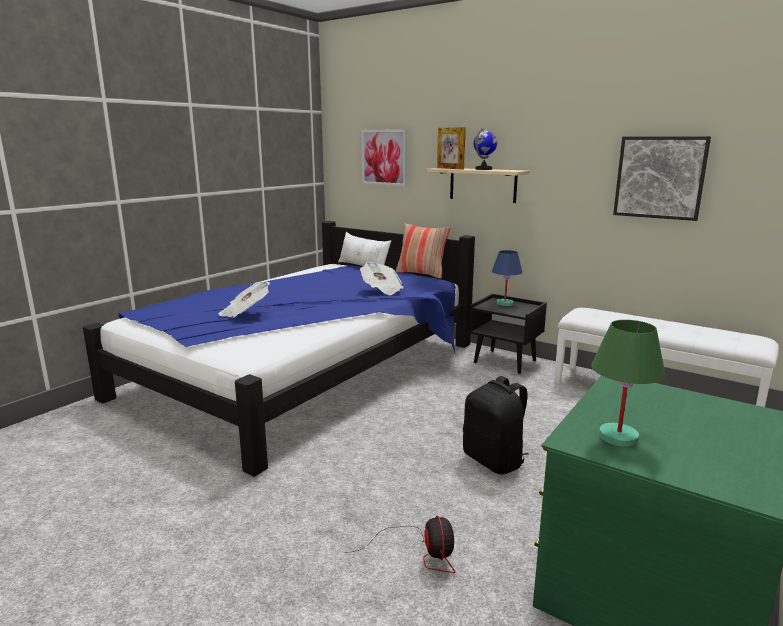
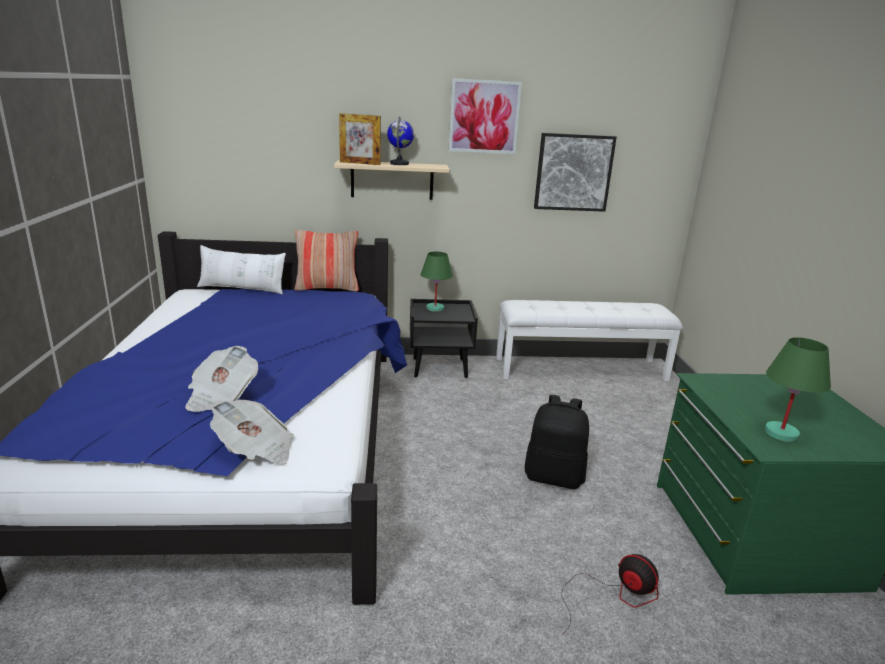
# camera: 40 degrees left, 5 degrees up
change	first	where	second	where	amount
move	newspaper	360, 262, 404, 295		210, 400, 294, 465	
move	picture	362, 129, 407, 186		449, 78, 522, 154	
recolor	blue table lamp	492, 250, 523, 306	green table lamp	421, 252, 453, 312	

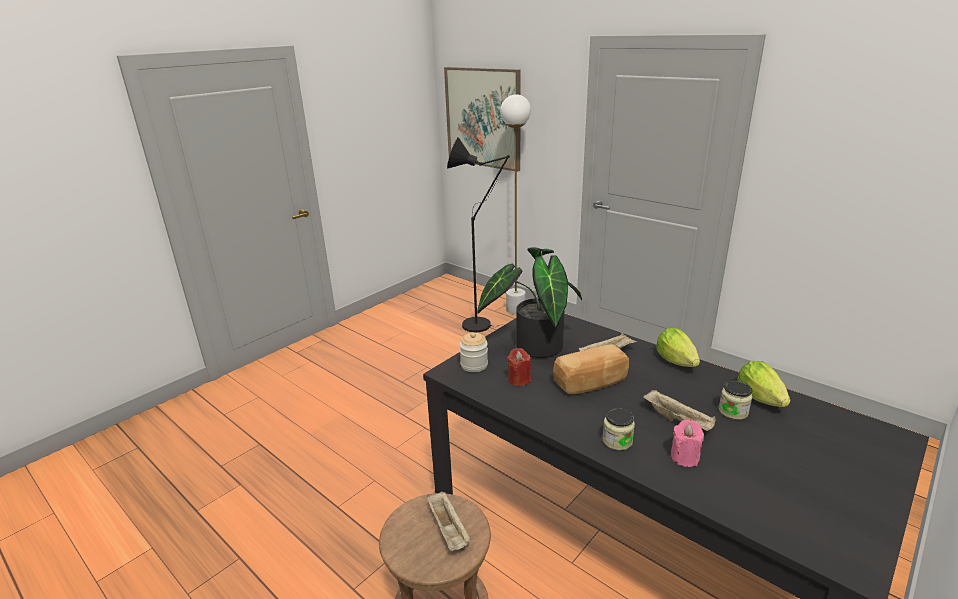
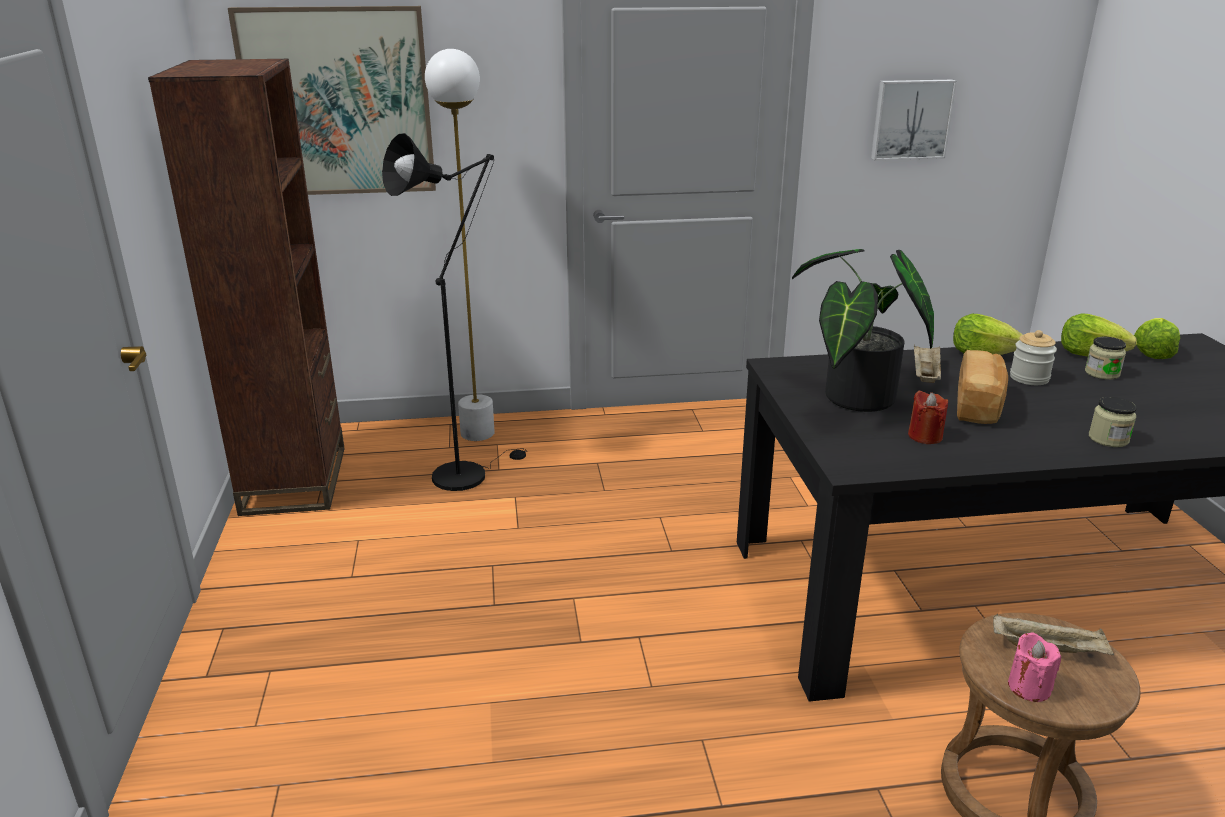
# camera: 50 degrees left, 0 degrees up
change	first	where	second	where	amount
delete	beige tray	643, 390, 716, 431			
insert			brown bookcase	148, 59, 345, 516	
insert			picture	871, 80, 957, 160	
insert			lettuce	1134, 318, 1180, 359	
move	jar	459, 332, 488, 372		1010, 330, 1057, 385	
move	pink candle	671, 419, 704, 467		1008, 632, 1061, 702	

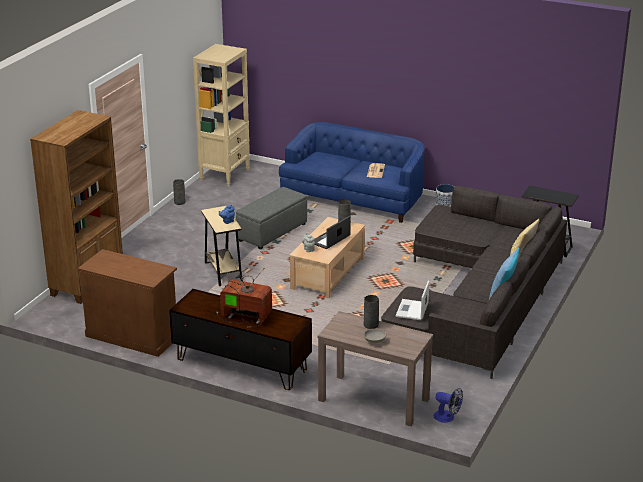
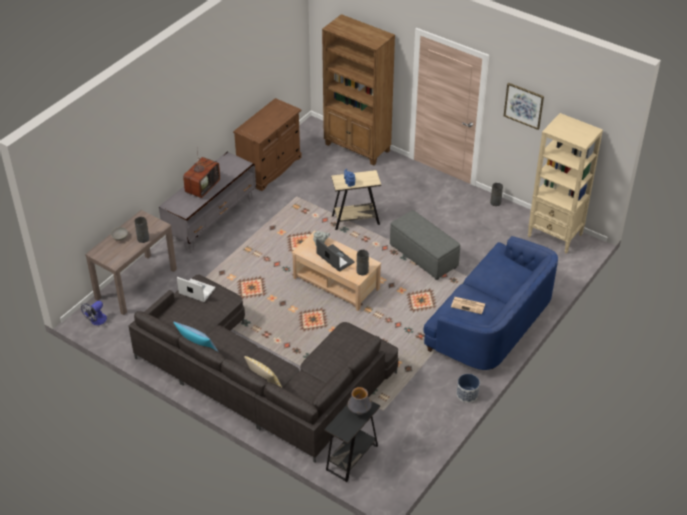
# camera: 100 degrees right, 15 degrees up
change	first	where	second	where	amount
insert			vase	348, 387, 372, 415	
insert			picture	504, 83, 544, 130	
recolor	brown tv stand	169, 289, 312, 390	grey tv stand	159, 152, 256, 253	

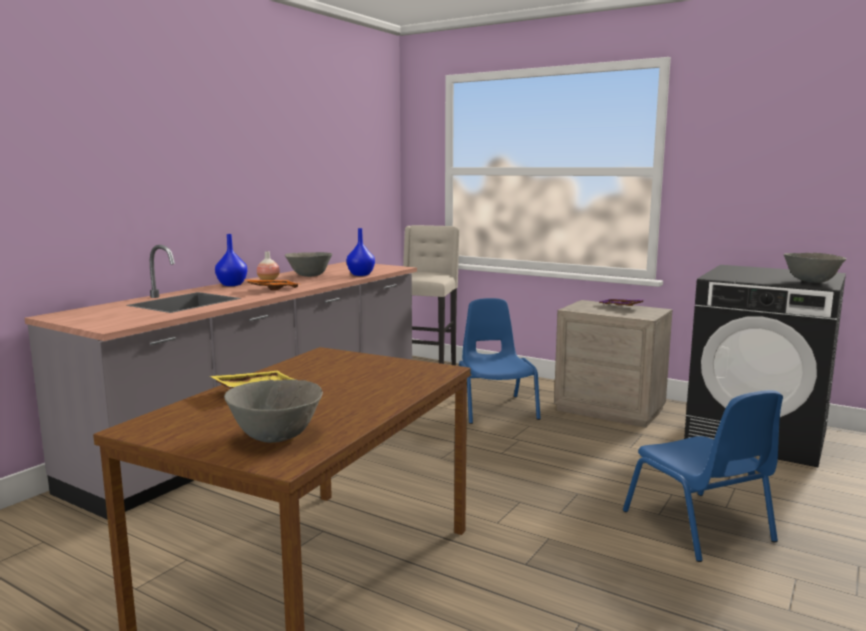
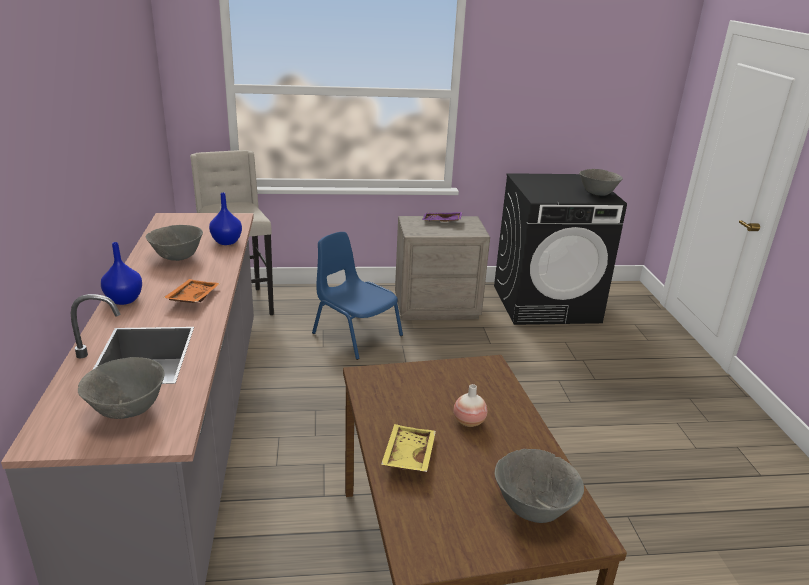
# camera: 40 degrees left, 15 degrees up
change	first	where	second	where	amount
delete	blue chair	623, 390, 783, 562			
insert			grey bowl	78, 357, 165, 419	
move	vase	257, 251, 280, 280		453, 384, 487, 427	

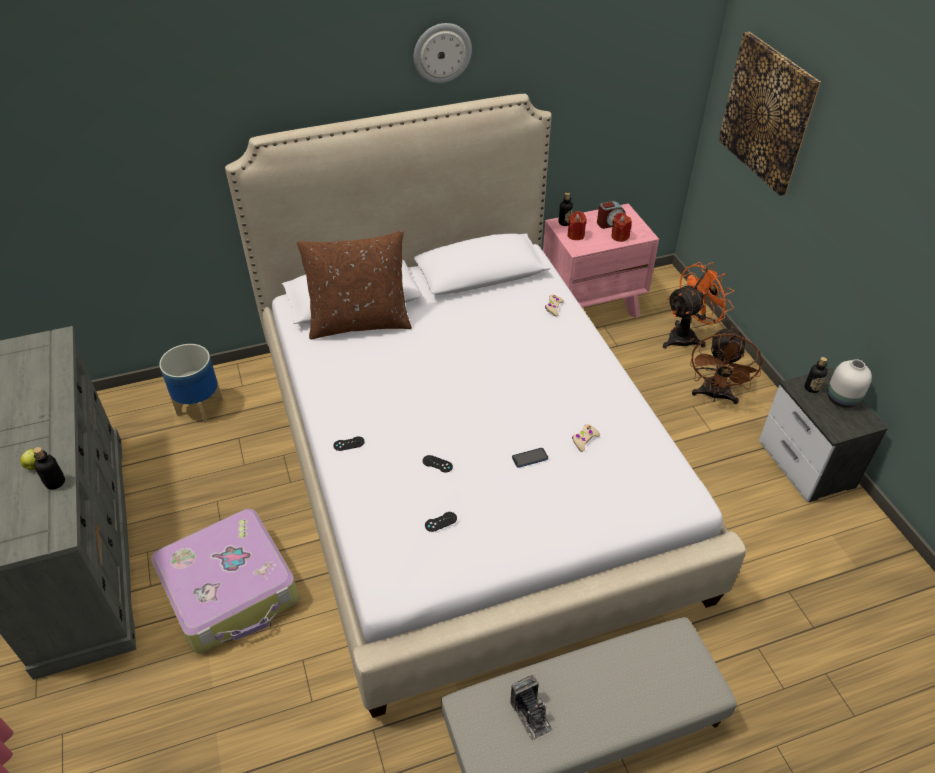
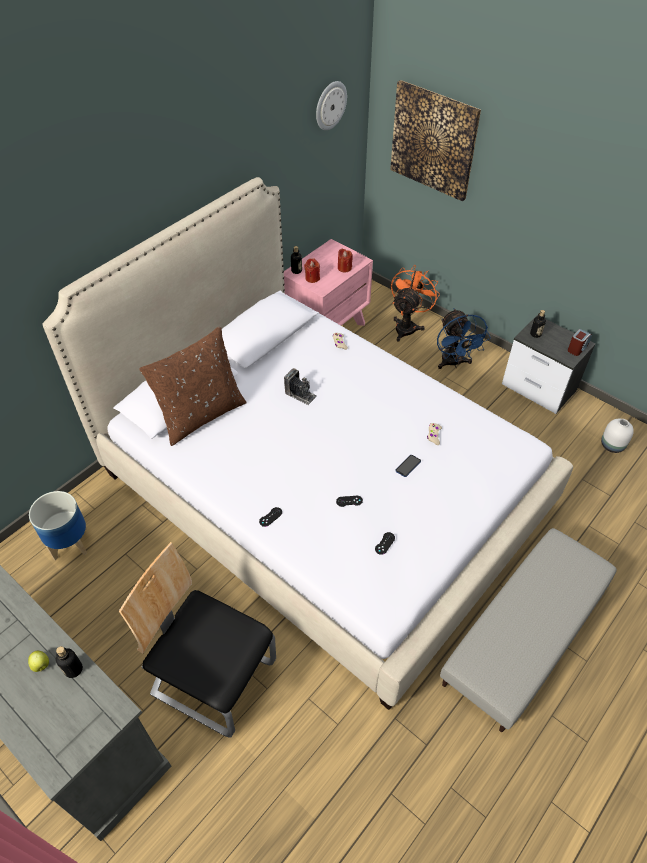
# camera: 30 degrees left, 5 degrees up
change	first	where	second	where	amount
move	wall clock	414, 23, 472, 83		316, 81, 347, 130	
move	photo camera	510, 675, 552, 741		284, 368, 317, 405	
move	alarm clock	597, 201, 626, 229		568, 329, 592, 356	
move	white vase	827, 359, 872, 408		601, 419, 634, 453	
replace	suitcase	151, 509, 299, 653	chair	119, 542, 276, 738	
recolor	brown fan	690, 326, 762, 404	blue fan	437, 308, 491, 369	

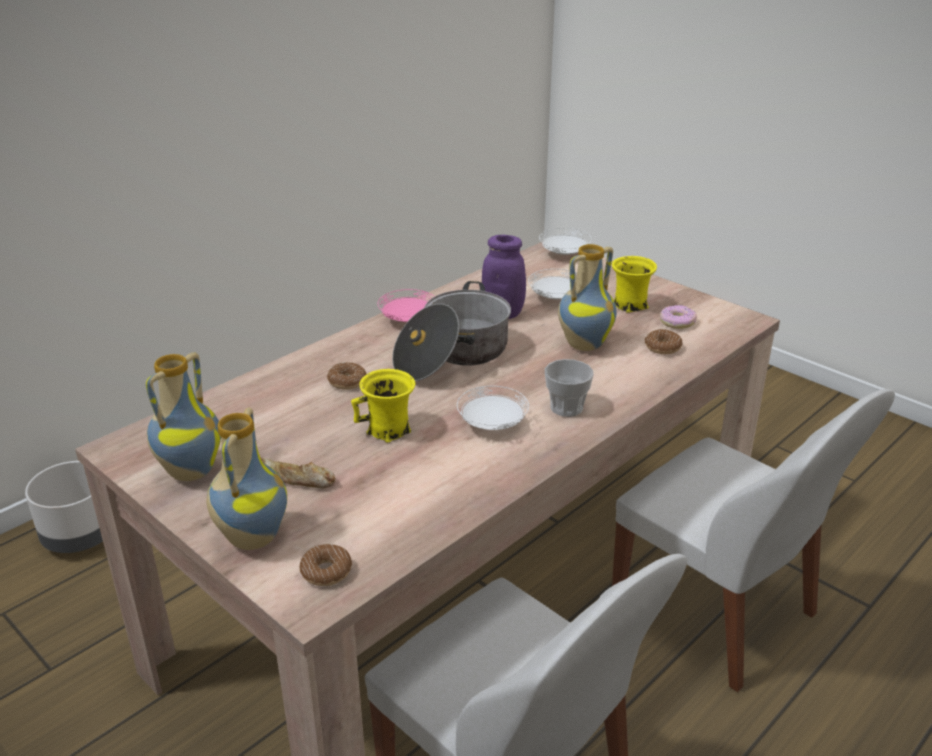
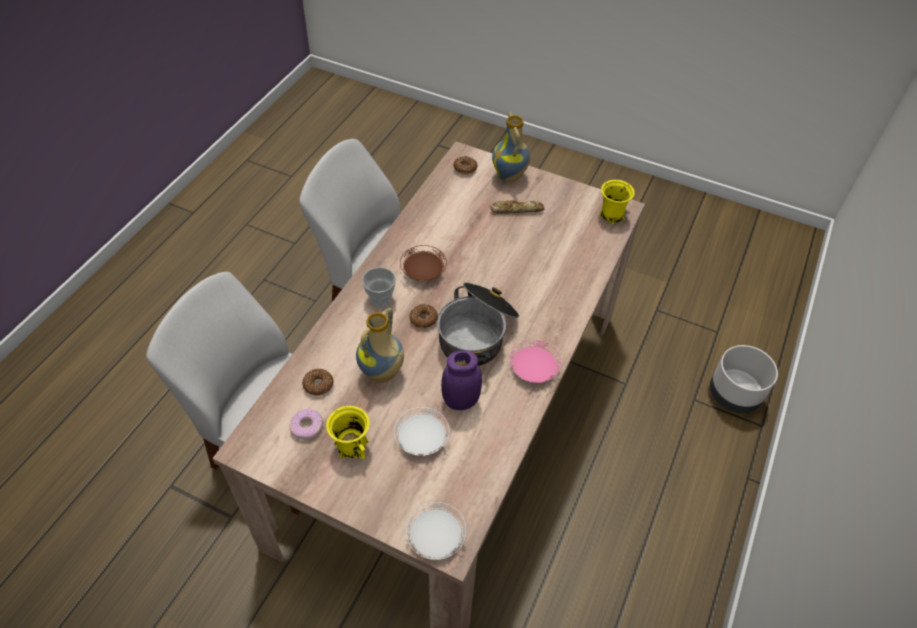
# camera: 160 degrees right, 20 degrees up
change	first	where	second	where	amount
delete	vase	146, 352, 221, 481			
move	donut	327, 362, 367, 390		409, 304, 438, 329	
move	yellow mug	351, 369, 415, 442		599, 180, 635, 224	
recolor	white plate	457, 386, 529, 430	brown plate	400, 245, 447, 281	

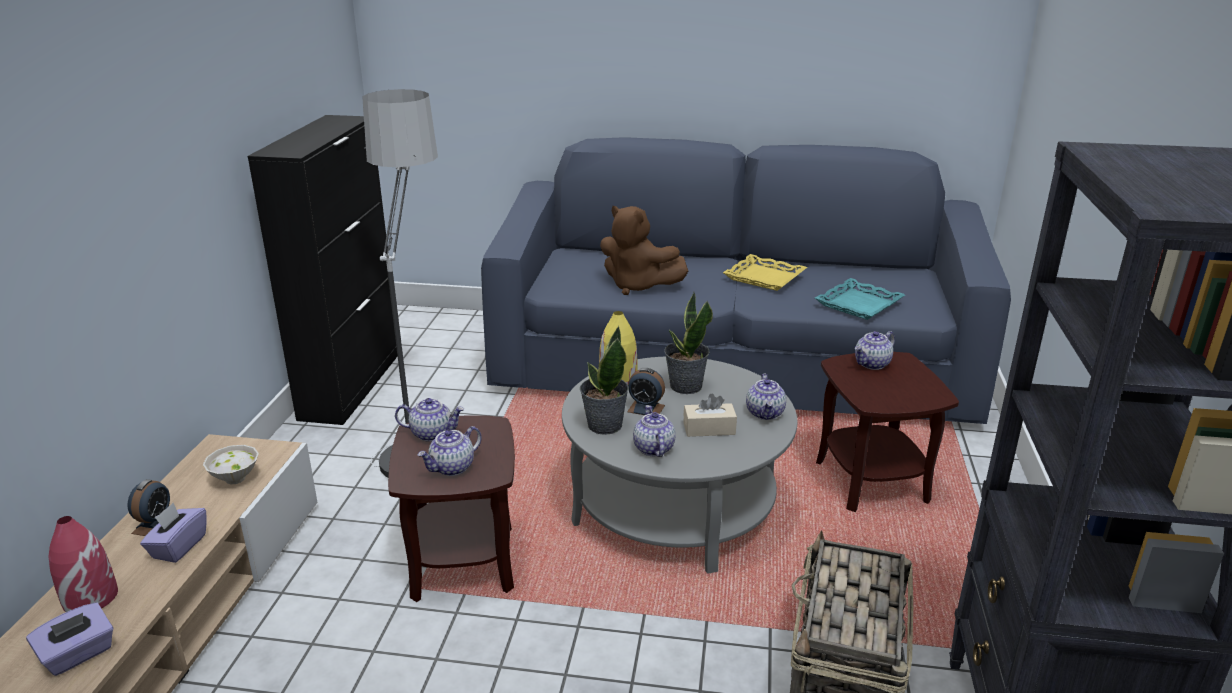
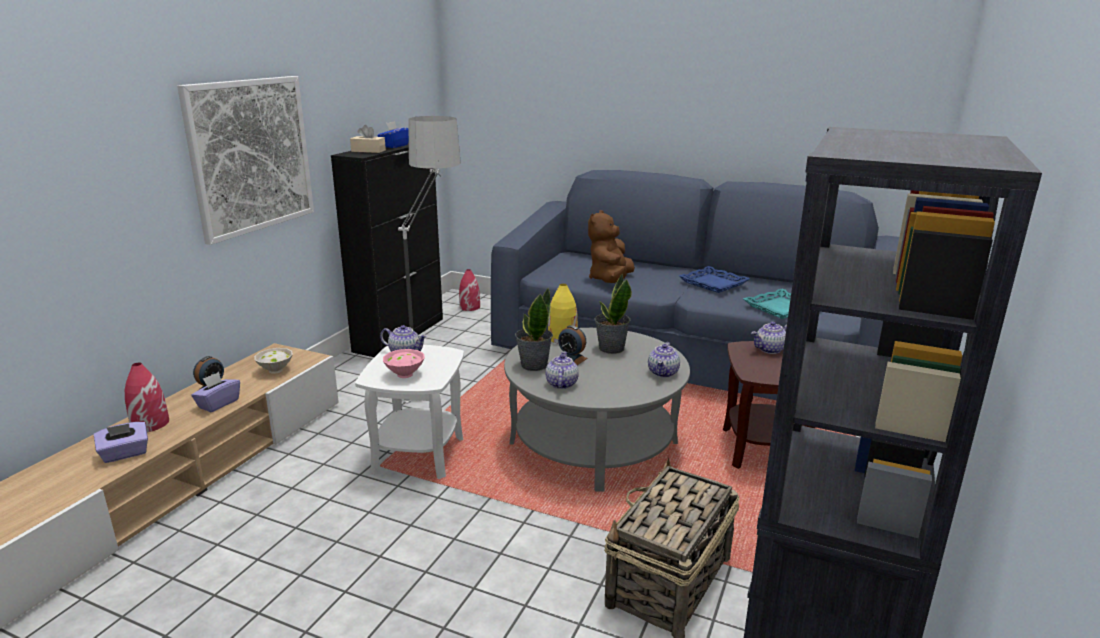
# camera: 15 degrees right, 5 degrees down
change	first	where	second	where	amount
insert			picture	177, 76, 314, 245	
insert			blue tissue box	377, 121, 409, 148	
insert			red vase	459, 269, 480, 311	
move	beige tissue box	683, 394, 737, 437		350, 125, 386, 153	
replace	teapot	418, 426, 482, 476	pink bowl	383, 349, 425, 378	
recolor	brown side table	388, 415, 515, 602	white side table	355, 345, 464, 479	
recolor	yellow tray	723, 254, 807, 291	blue tray	679, 266, 750, 293	
rotate	brown plush toy	600, 206, 688, 295		588, 210, 635, 283	60 degrees clockwise

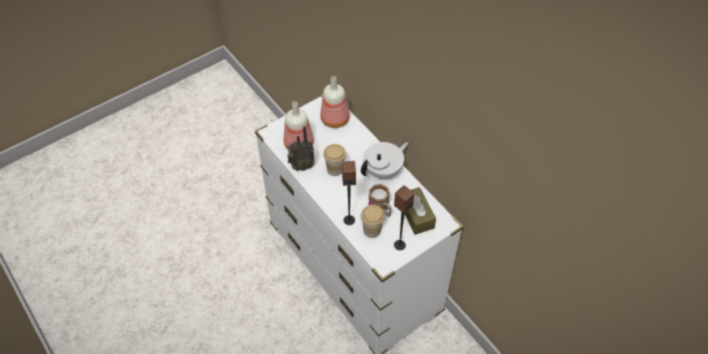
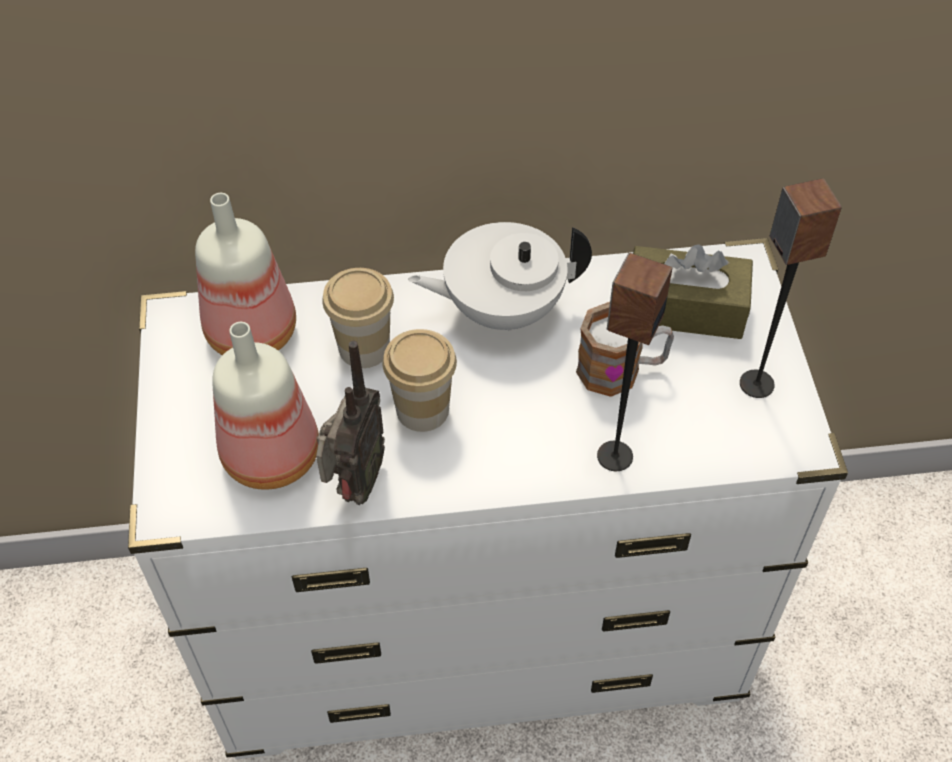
# camera: 60 degrees left, 0 degrees up
change	first	where	second	where	amount
move	cup	361, 205, 385, 238		322, 268, 394, 368	
rotate	white teapot	361, 142, 408, 179		408, 222, 592, 331	90 degrees counterclockwise

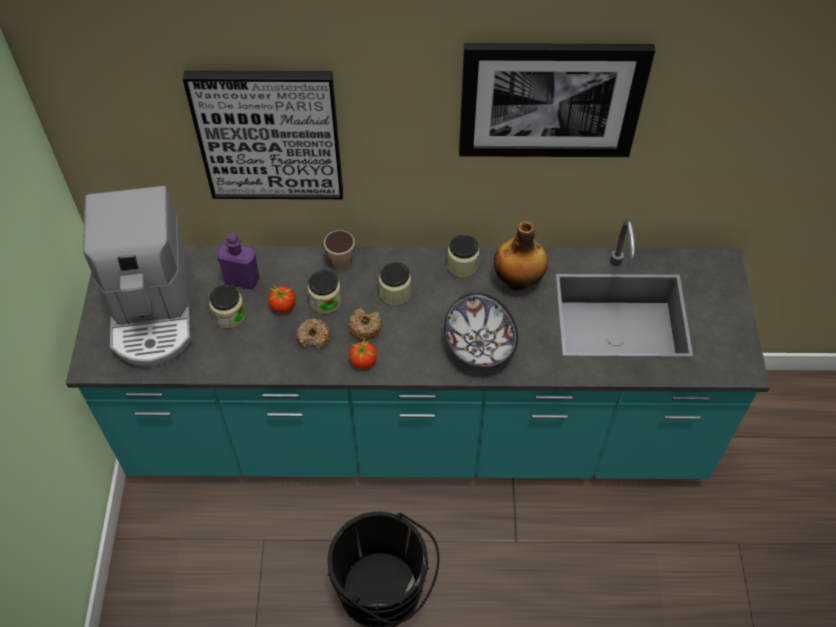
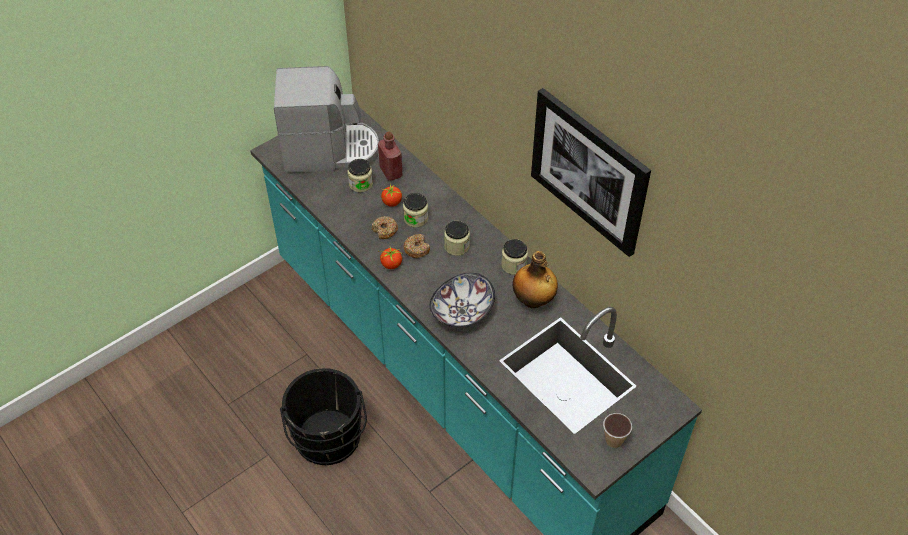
# camera: 50 degrees right, 5 degrees down
change	first	where	second	where	amount
delete	picture	183, 70, 343, 199			
move	cup	324, 230, 355, 269		603, 413, 632, 448	
recolor	purple bottle	217, 234, 259, 289	red bottle	378, 132, 402, 181	
rotate	coffee machine	83, 186, 191, 368		274, 66, 379, 173	135 degrees counterclockwise

